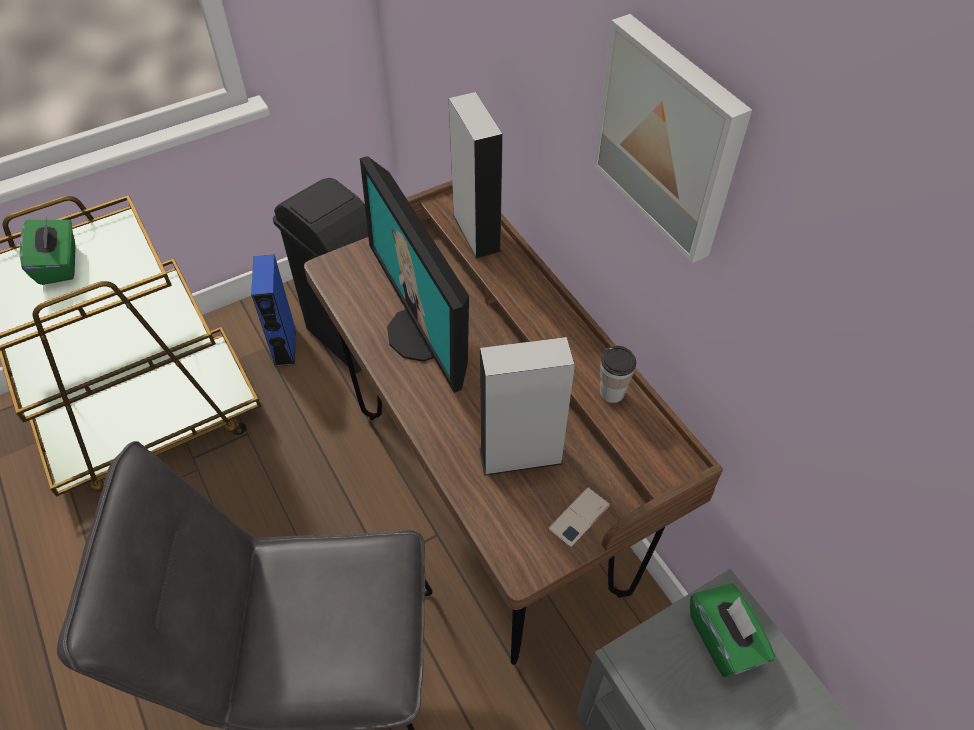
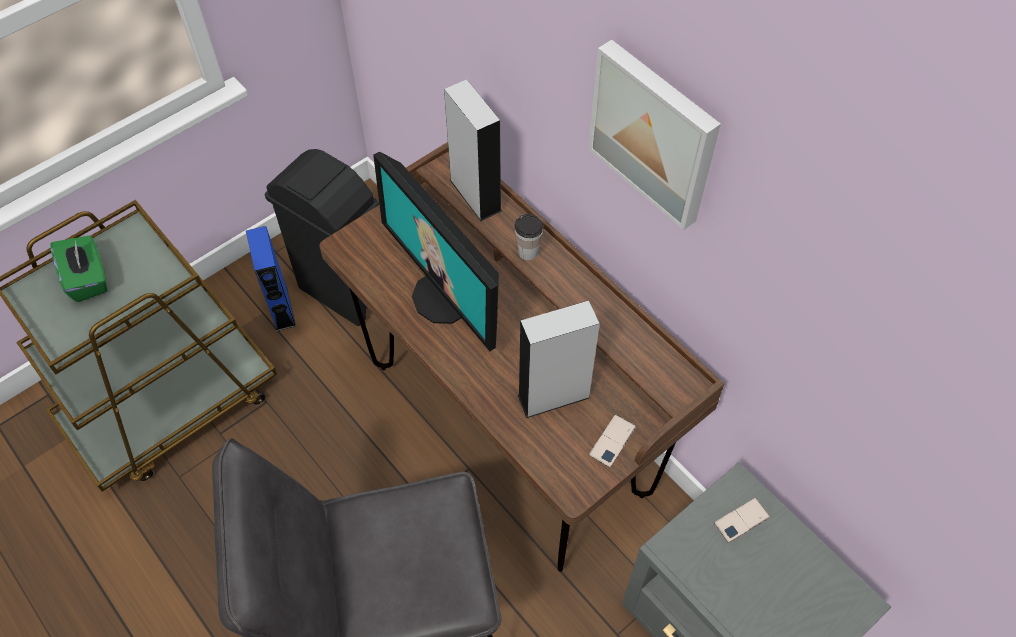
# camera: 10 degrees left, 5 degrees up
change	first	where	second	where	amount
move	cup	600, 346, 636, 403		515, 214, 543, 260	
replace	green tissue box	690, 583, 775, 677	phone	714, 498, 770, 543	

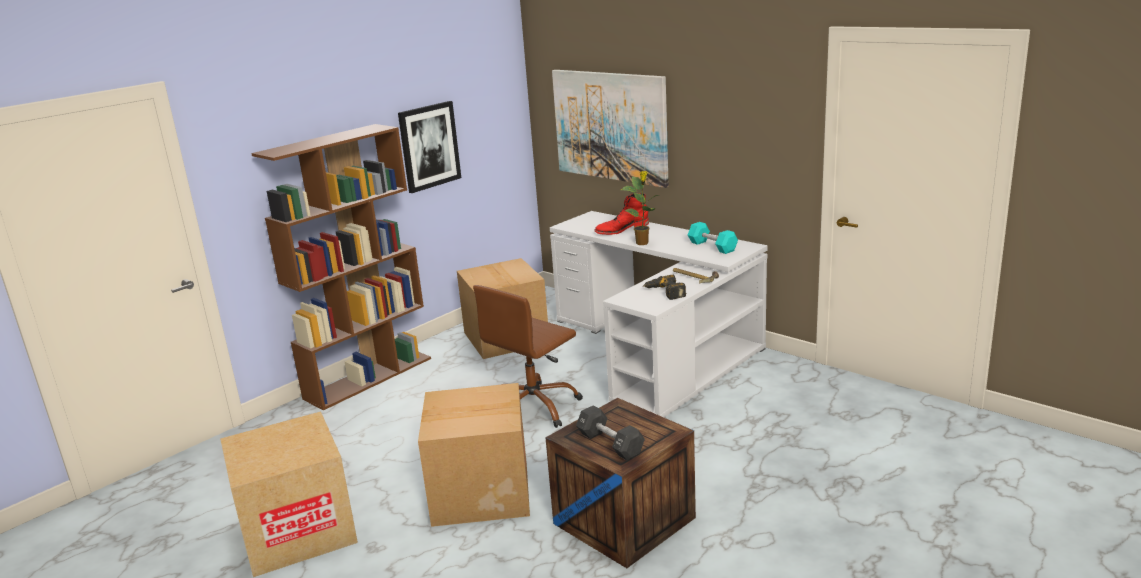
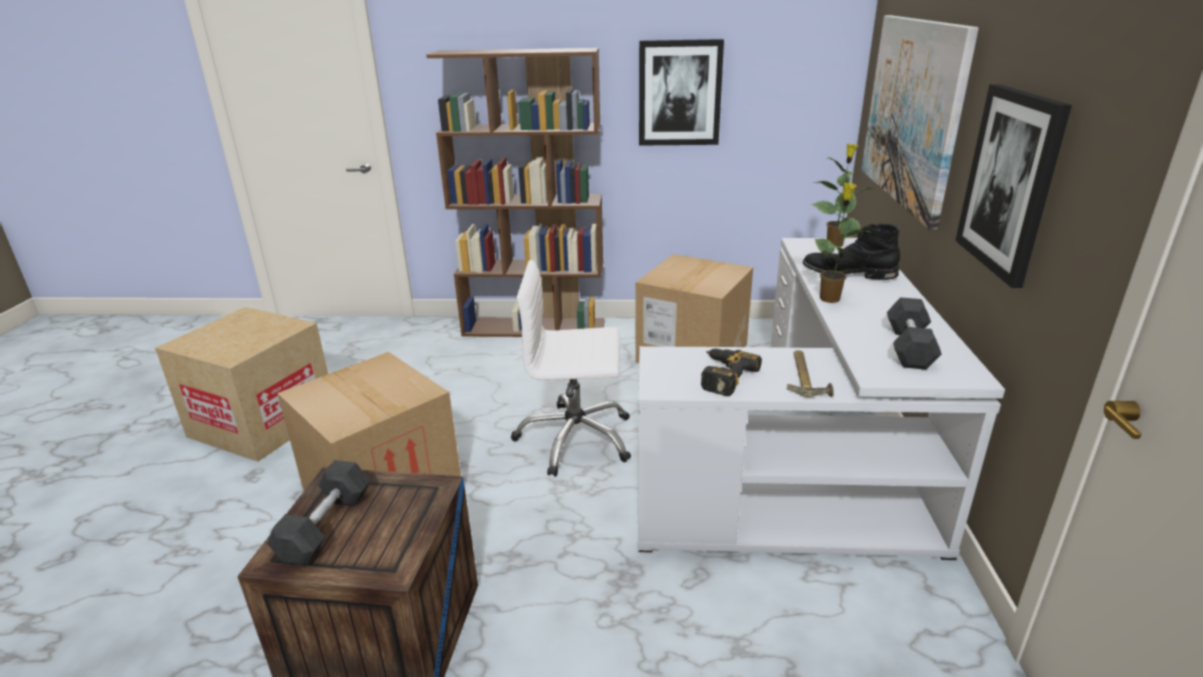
# camera: 50 degrees right, 5 degrees up
change	first	where	second	where	amount
insert			potted plant	814, 144, 875, 247	
insert			picture	955, 84, 1072, 288	
recolor	brown office chair	473, 285, 583, 428	white office chair	511, 260, 631, 477	
recolor	red boot	594, 193, 649, 235	black boot	803, 224, 900, 280	
recolor	turquoise dumbbell	688, 222, 738, 254	black dumbbell	887, 297, 942, 370	

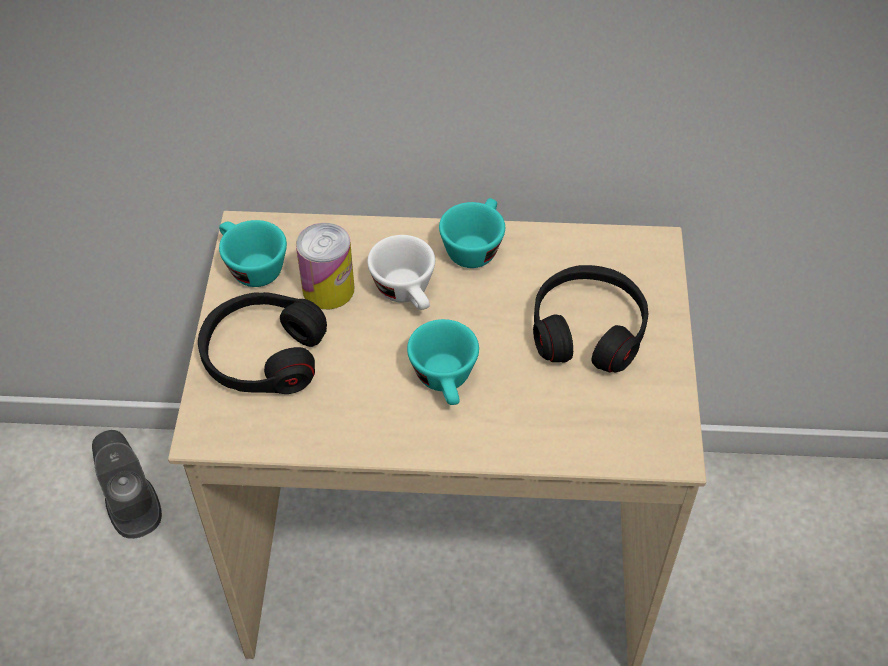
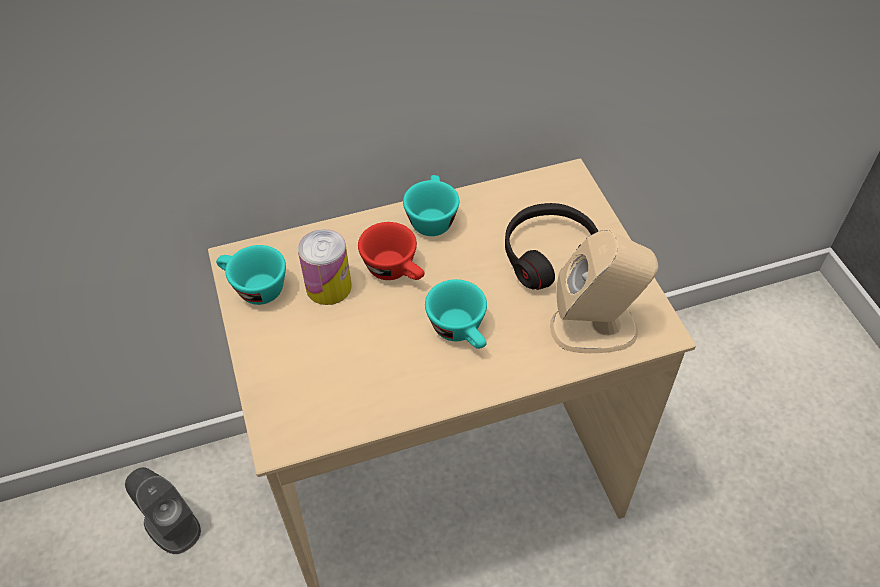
# camera: 20 degrees left, 0 degrees up
change	first	where	second	where	amount
delete	black headphones	198, 292, 327, 394			
insert			beige speaker	550, 230, 658, 353	
recolor	white cup	367, 235, 435, 310	red cup	358, 222, 425, 280	

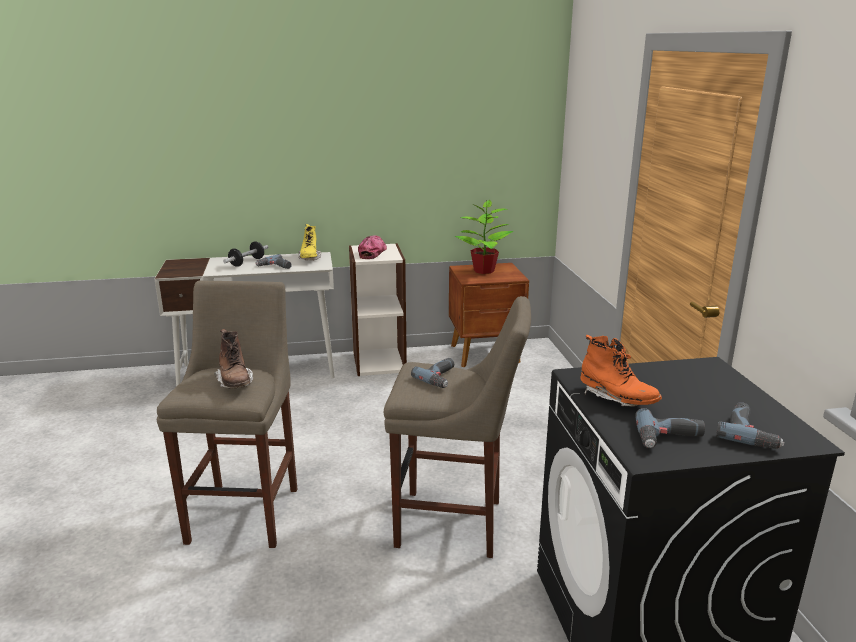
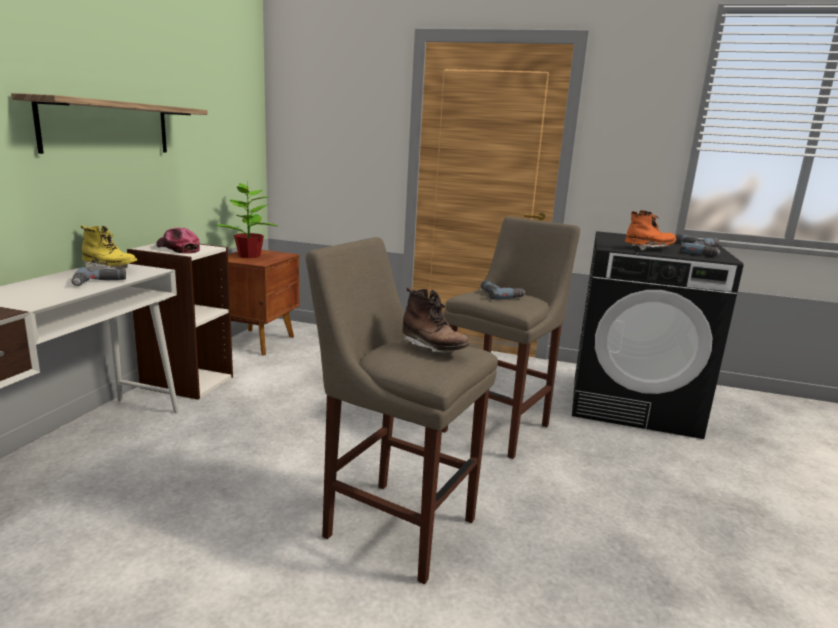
# camera: 65 degrees left, 5 degrees down
change	first	where	second	where	amount
delete	dumbbell	223, 242, 268, 267			
insert			shelf	11, 93, 208, 154	
rotate	brown boot	214, 329, 253, 389		402, 287, 471, 354	45 degrees clockwise

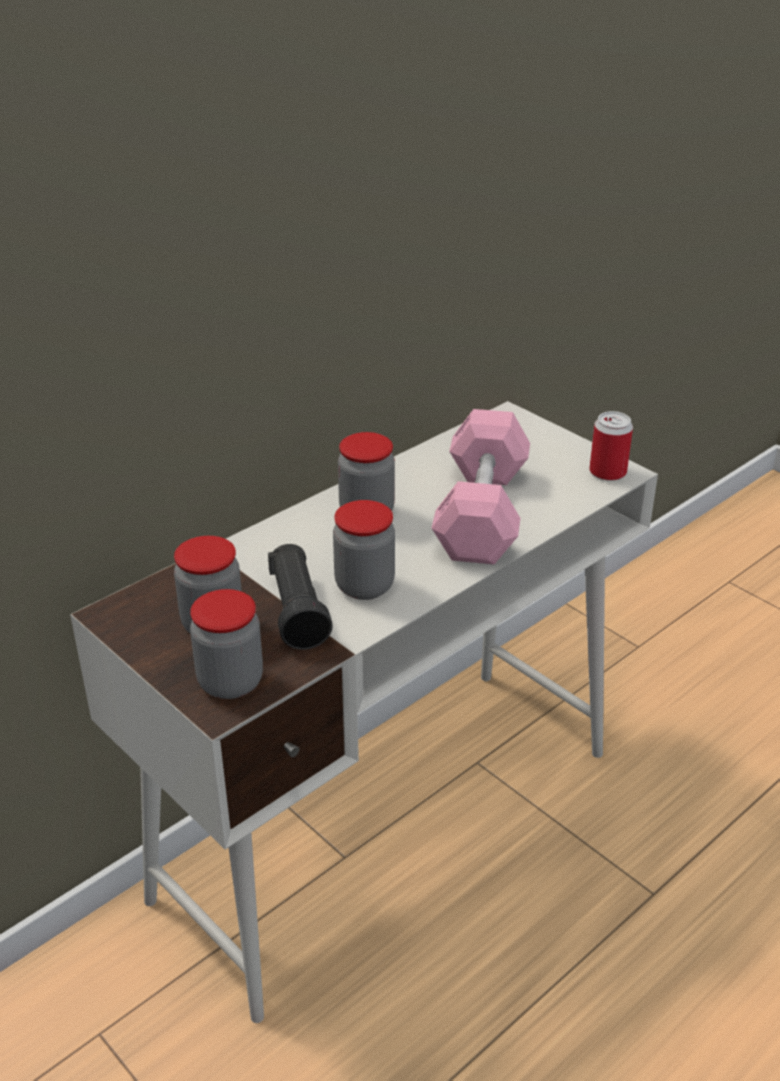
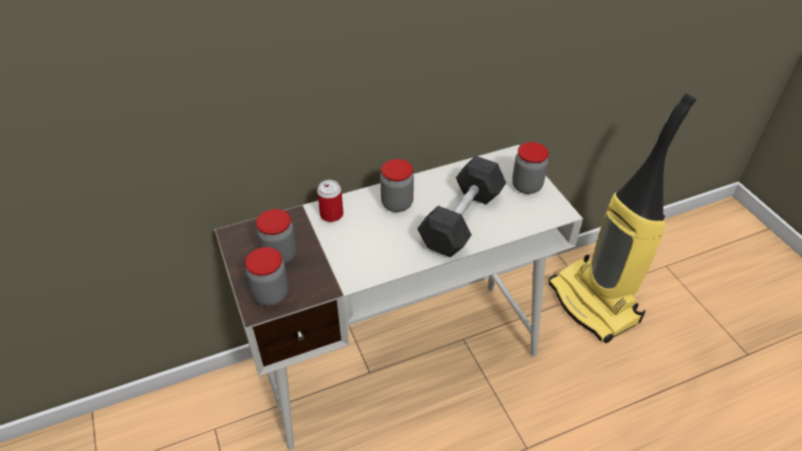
# camera: 20 degrees right, 10 degrees up
change	first	where	second	where	amount
delete	black flashlight	268, 544, 333, 650			
insert			vacuum cleaner	549, 93, 696, 343	
move	jar	333, 500, 395, 600		512, 142, 549, 194	
move	can	589, 411, 633, 481		317, 180, 343, 222	
recolor	pink dumbbell	432, 409, 530, 564	grey dumbbell	417, 156, 506, 257	

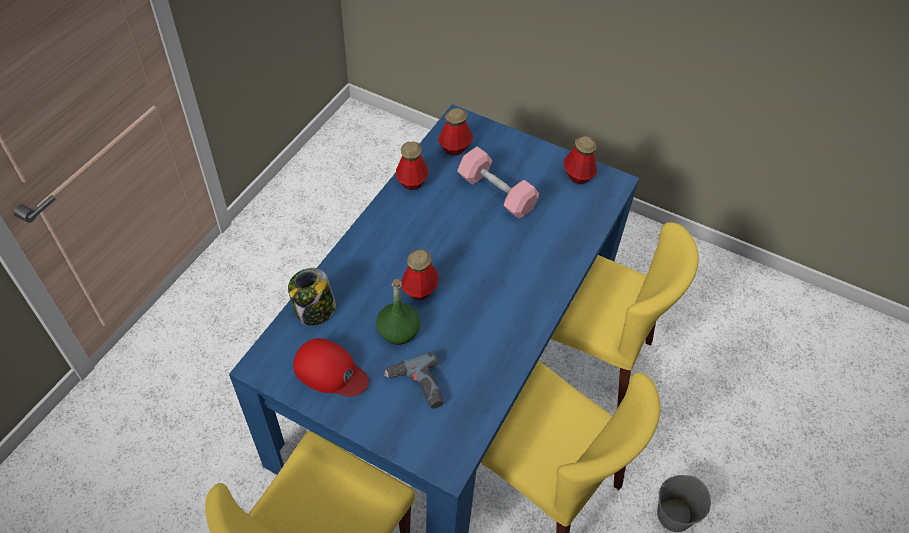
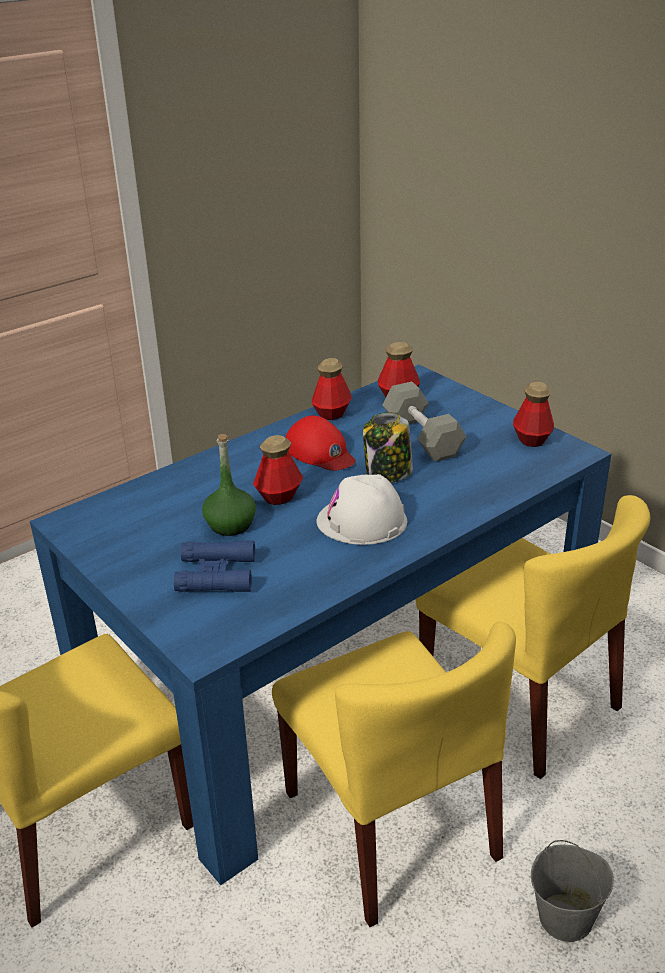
# camera: 25 degrees right, 20 degrees down
change	first	where	second	where	amount
insert			white hard hat	316, 474, 407, 545	
move	jar	288, 268, 336, 326		363, 412, 413, 483	
move	red cap	293, 338, 369, 397		285, 415, 356, 471	
replace	power drill	384, 352, 443, 409	blue binoculars	174, 540, 255, 592	
recolor	pink dumbbell	457, 147, 539, 219	grey dumbbell	382, 381, 467, 462	

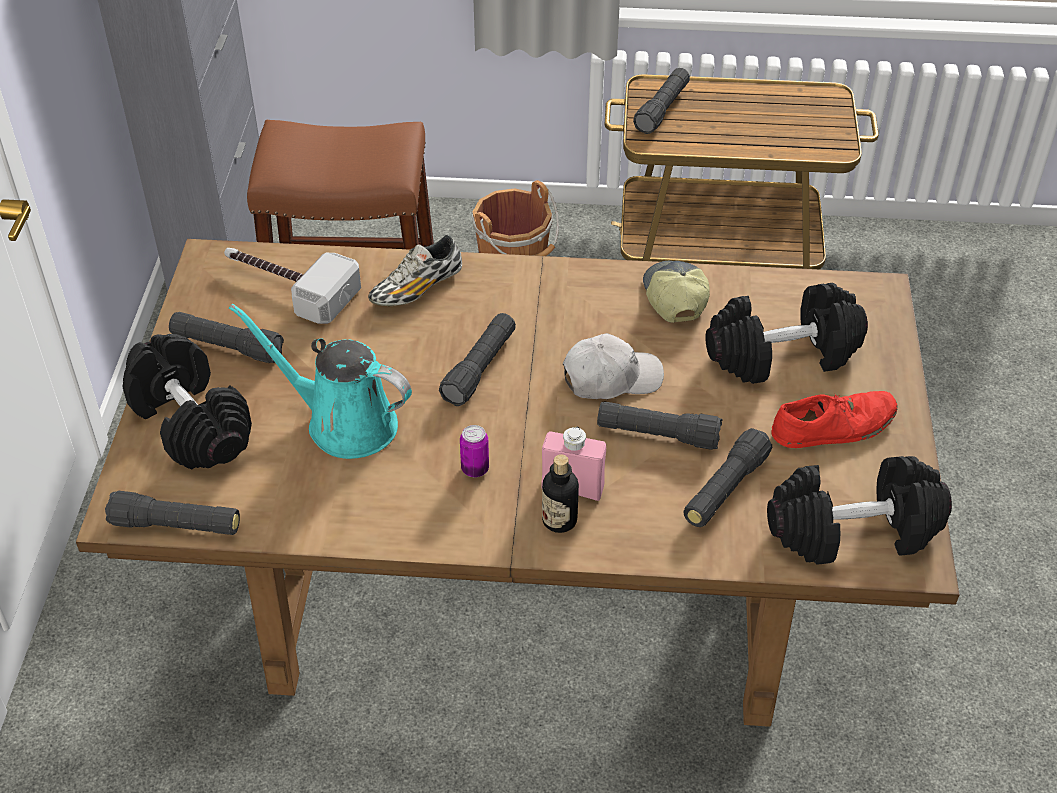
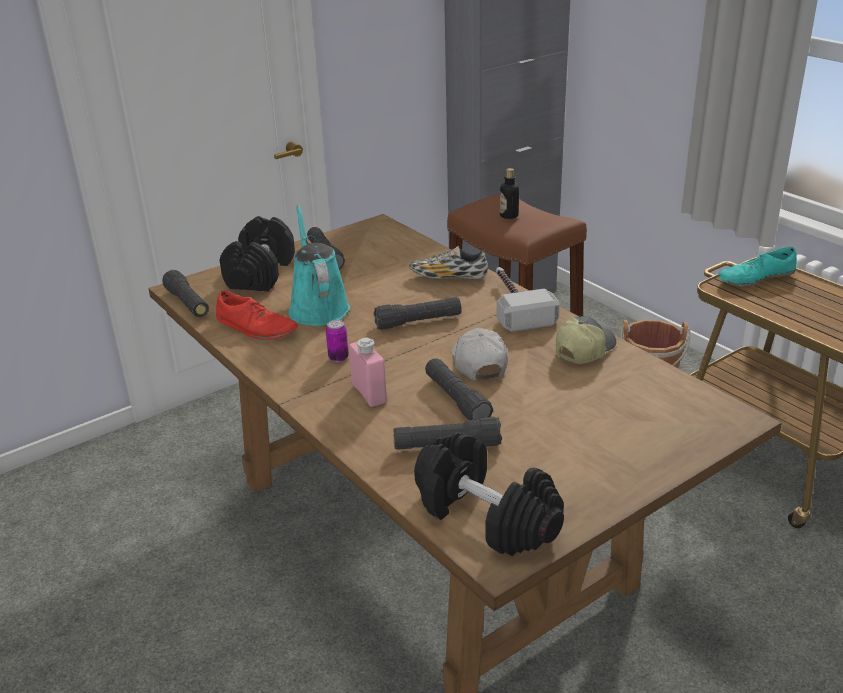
# camera: 50 degrees right, 15 degrees down
change	first	where	second	where	amount
delete	black dumbbell	705, 283, 868, 384			
move	hammer	224, 248, 361, 324		496, 267, 560, 332	
move	bottle	542, 454, 579, 533		500, 168, 519, 219	
move	red shoe	771, 391, 898, 448		216, 291, 298, 340	
replace	black flashlight	633, 68, 690, 134	turquoise shoe	718, 247, 797, 287	
rotate	white cap	563, 333, 664, 399		451, 328, 508, 380	135 degrees counterclockwise

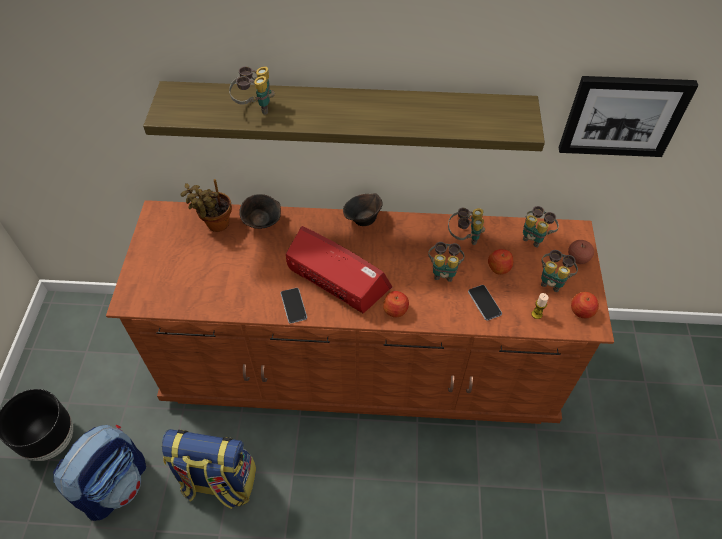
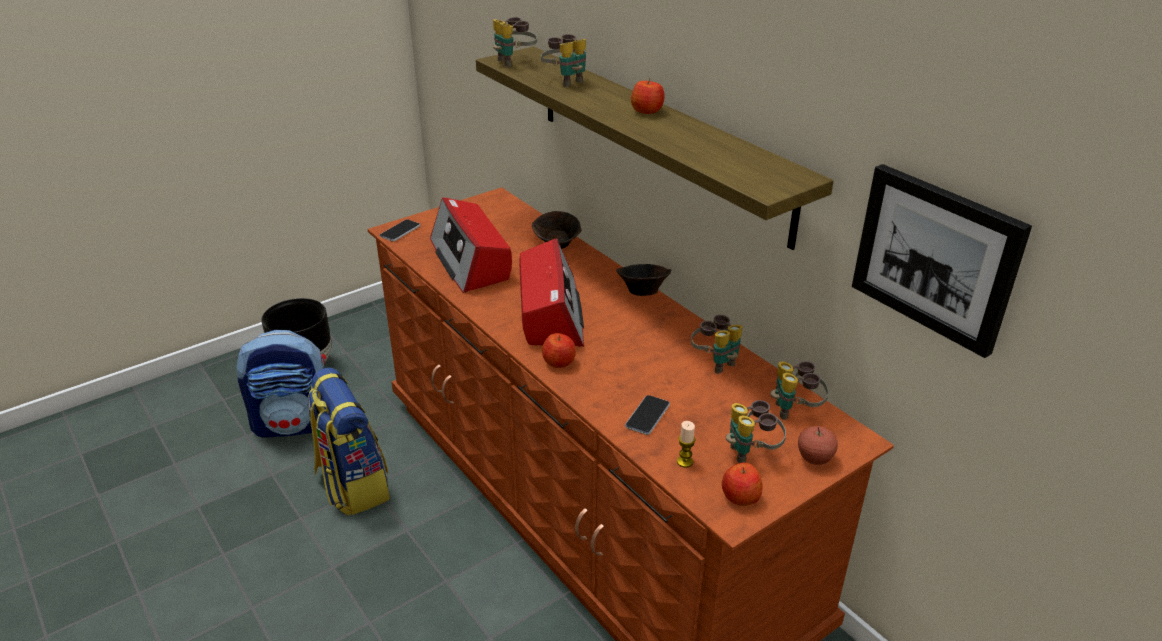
# camera: 50 degrees right, 20 degrees down
change	first	where	second	where	amount
delete	potted plant	180, 179, 232, 232			
insert			radio	430, 197, 512, 293	
move	phone	281, 288, 307, 324		380, 219, 421, 242	
move	binoculars	428, 242, 465, 282		493, 17, 537, 67	
move	apple	488, 249, 513, 275		631, 78, 665, 114	

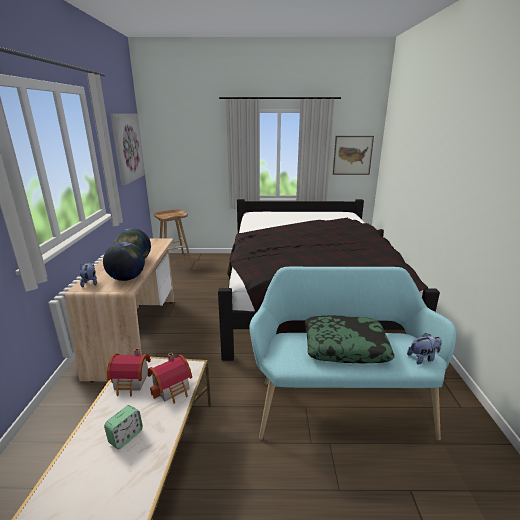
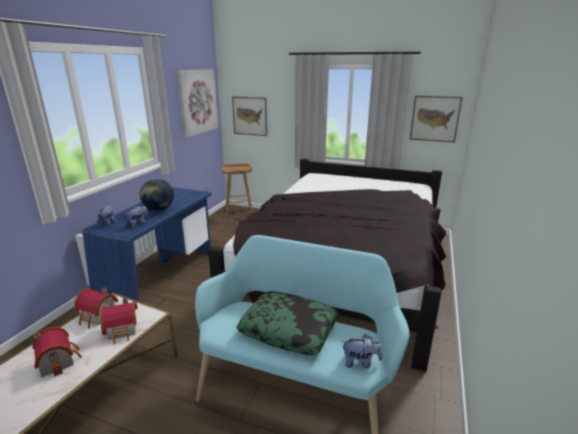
# camera: 20 degrees right, 0 degrees up
change	first	where	second	where	amount
insert			picture	232, 97, 267, 136	
replace	globe	103, 242, 145, 281	plush toy	125, 206, 149, 228	
replace	alarm clock	104, 405, 143, 449	toy house	32, 327, 82, 377	
recolor	beige desk	65, 239, 174, 383	blue desk	83, 187, 211, 301	

